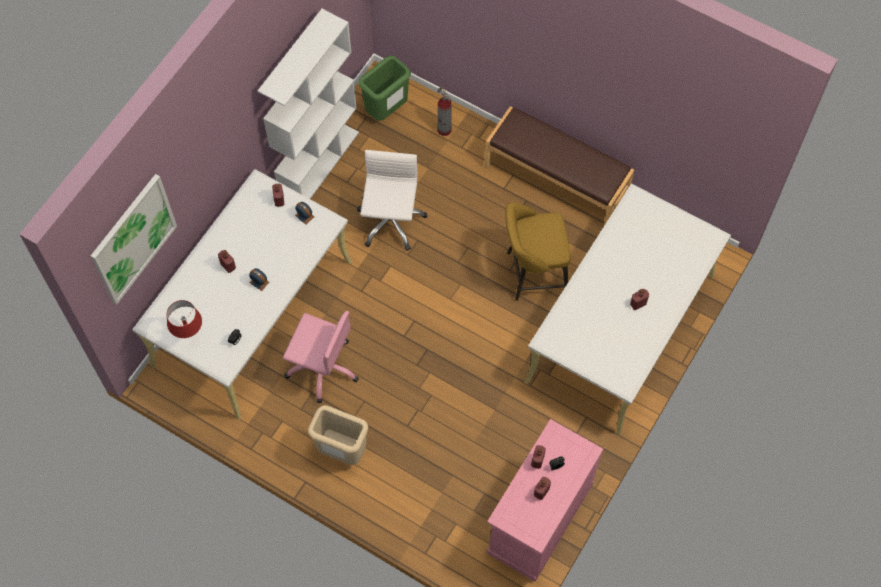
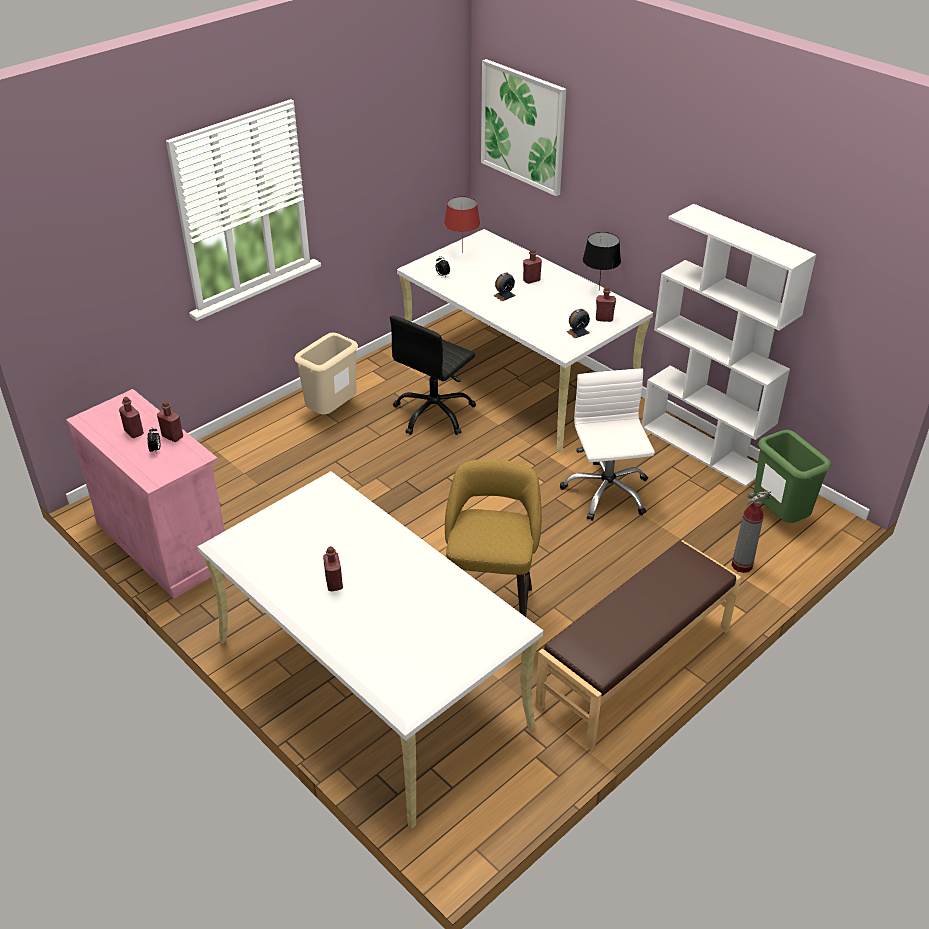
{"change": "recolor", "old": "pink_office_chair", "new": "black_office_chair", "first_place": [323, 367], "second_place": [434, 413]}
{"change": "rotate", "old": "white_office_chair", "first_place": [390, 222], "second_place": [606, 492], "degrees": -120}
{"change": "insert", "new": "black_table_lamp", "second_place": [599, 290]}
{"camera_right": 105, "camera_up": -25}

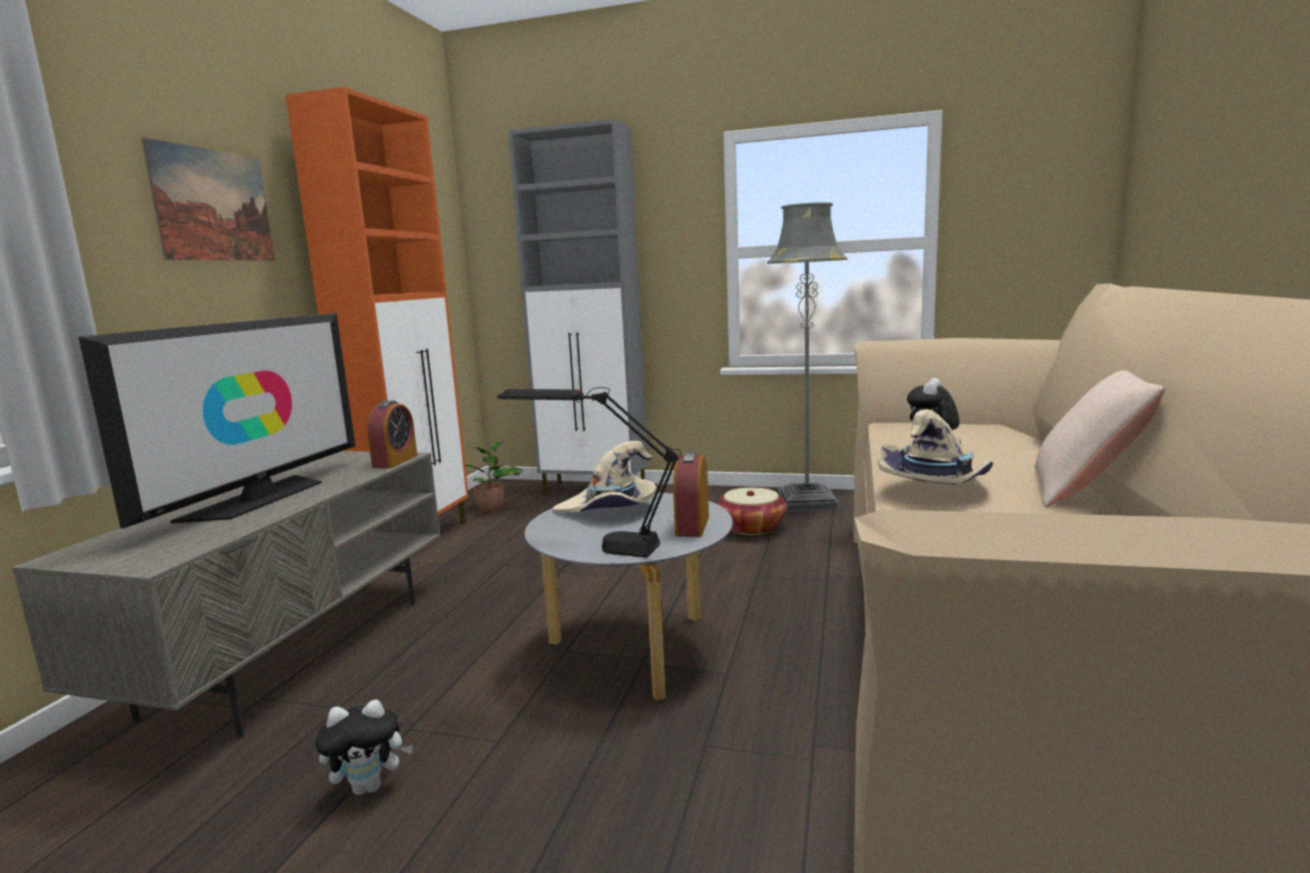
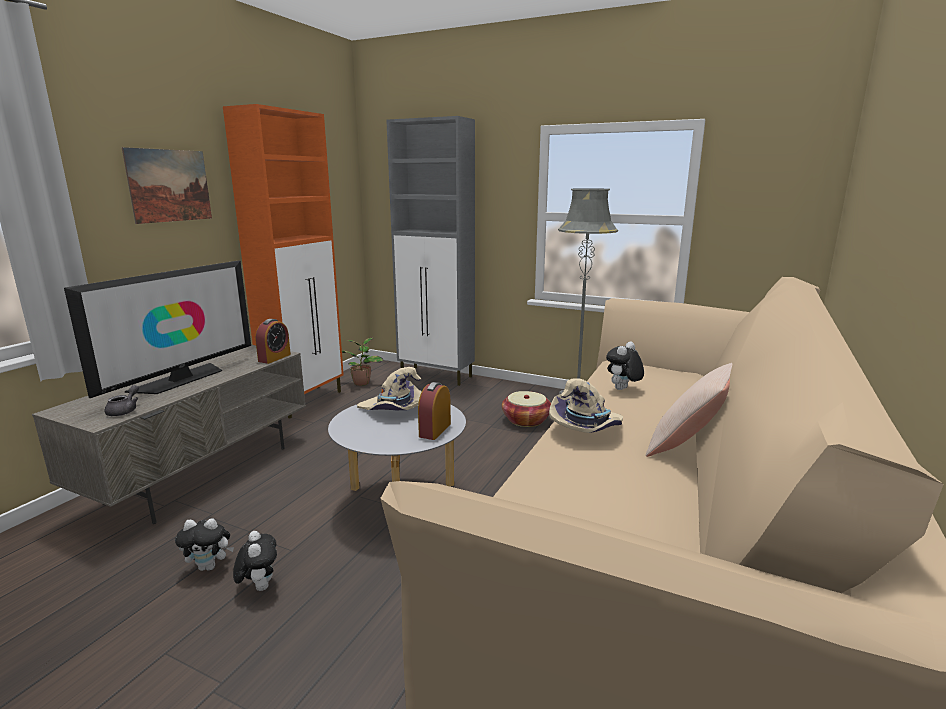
{"change": "delete", "old": "black_table_lamp", "first_place": [595, 545]}
{"change": "insert", "new": "grey_teapot", "second_place": [125, 411]}
{"change": "insert", "new": "plush_toy", "second_place": [259, 586]}
{"camera_right": 10, "camera_up": 5}

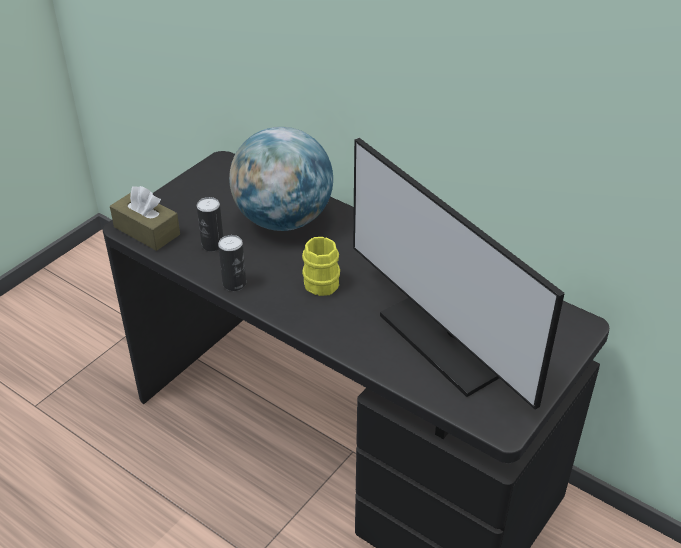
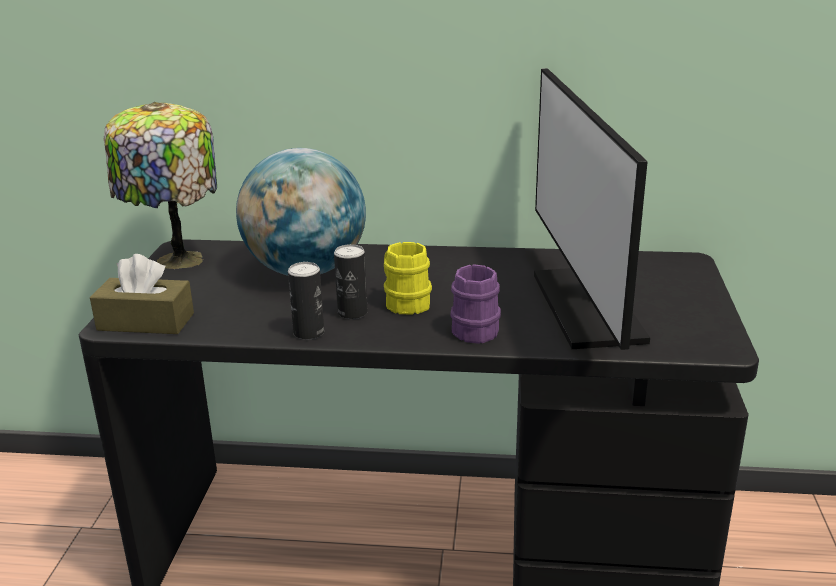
{"change": "move", "old": "can", "first_place": [212, 244], "second_place": [352, 312]}
{"change": "rotate", "old": "monitor", "first_place": [445, 341], "second_place": [587, 307], "degrees": 60}
{"change": "insert", "new": "table_lamp", "second_place": [176, 261]}
{"change": "insert", "new": "purple_mug", "second_place": [476, 328]}
{"camera_right": -30, "camera_up": -15}

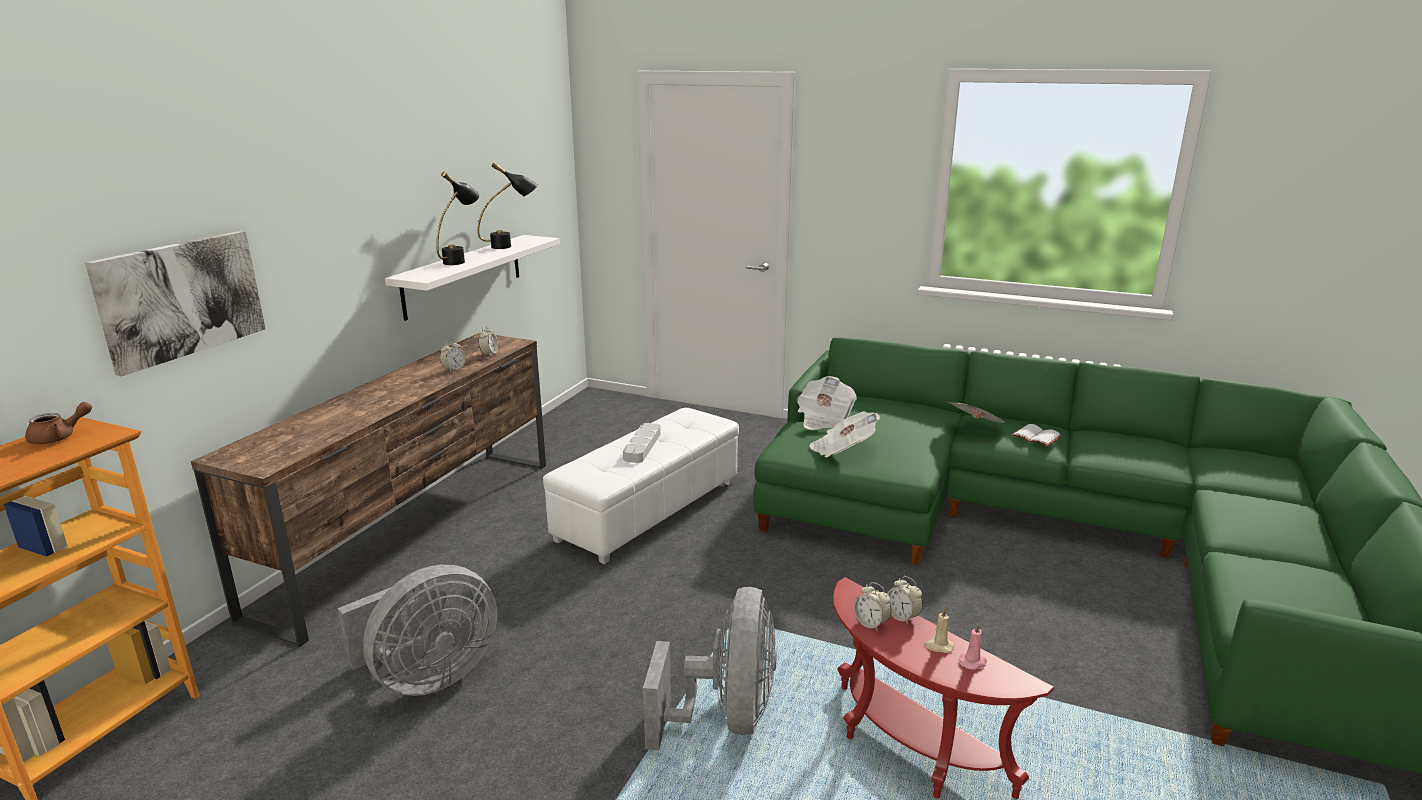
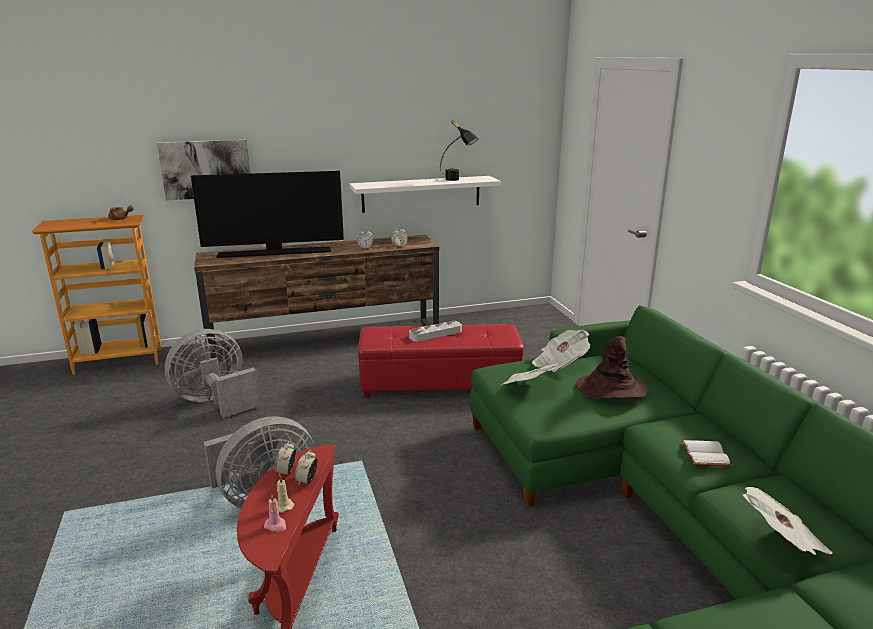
{"change": "rotate", "old": "grey_fan", "first_place": [428, 677], "second_place": [215, 402], "degrees": 135}
{"change": "delete", "old": "black_table_lamp", "first_place": [460, 260]}
{"change": "recolor", "old": "white_ottoman", "new": "red_ottoman", "first_place": [648, 509], "second_place": [440, 383]}
{"change": "move", "old": "newspaper", "first_place": [976, 428], "second_place": [782, 540]}
{"change": "insert", "new": "television", "second_place": [275, 253]}
{"change": "insert", "new": "brown_hat", "second_place": [611, 388]}
{"camera_right": 50, "camera_up": 0}

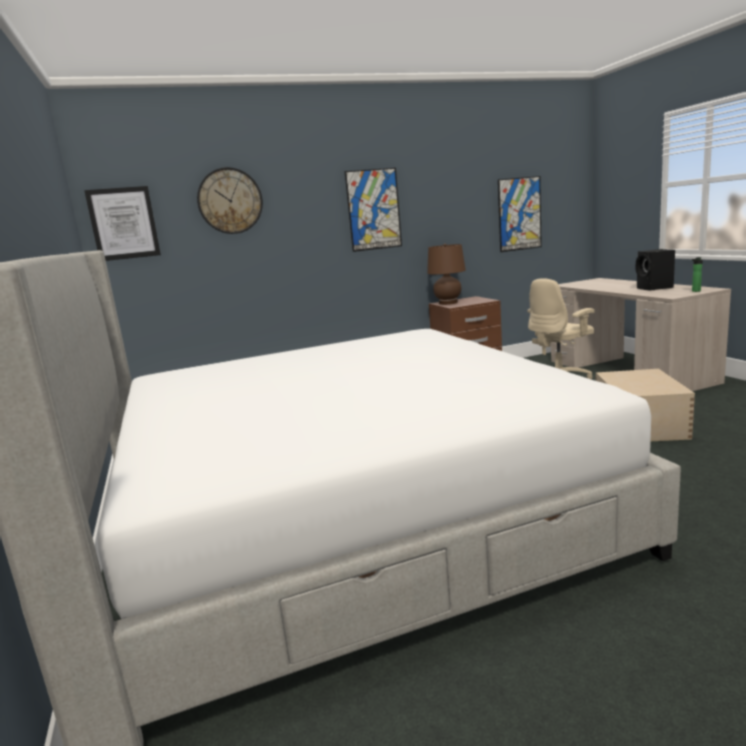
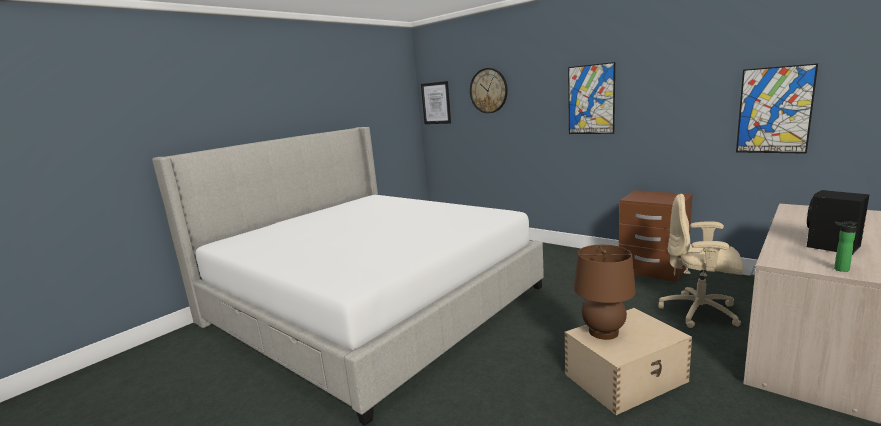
{"change": "move", "old": "brown_table_lamp", "first_place": [448, 303], "second_place": [603, 332]}
{"camera_right": 60, "camera_up": 0}

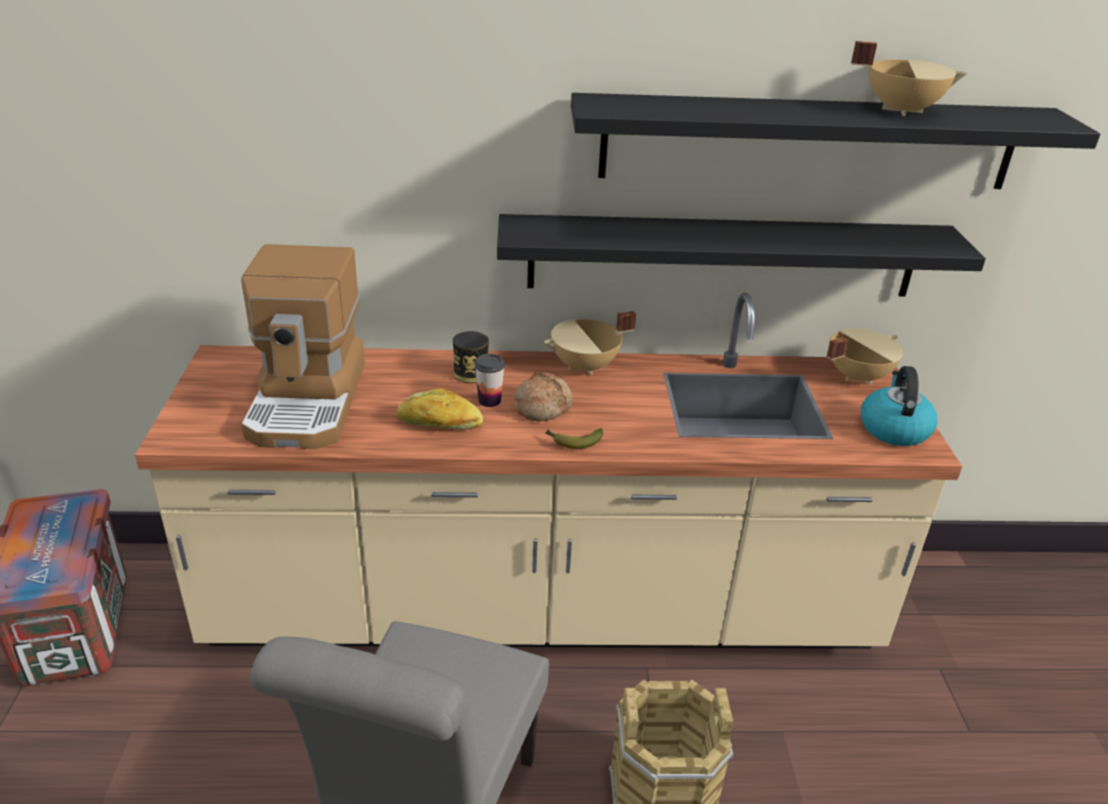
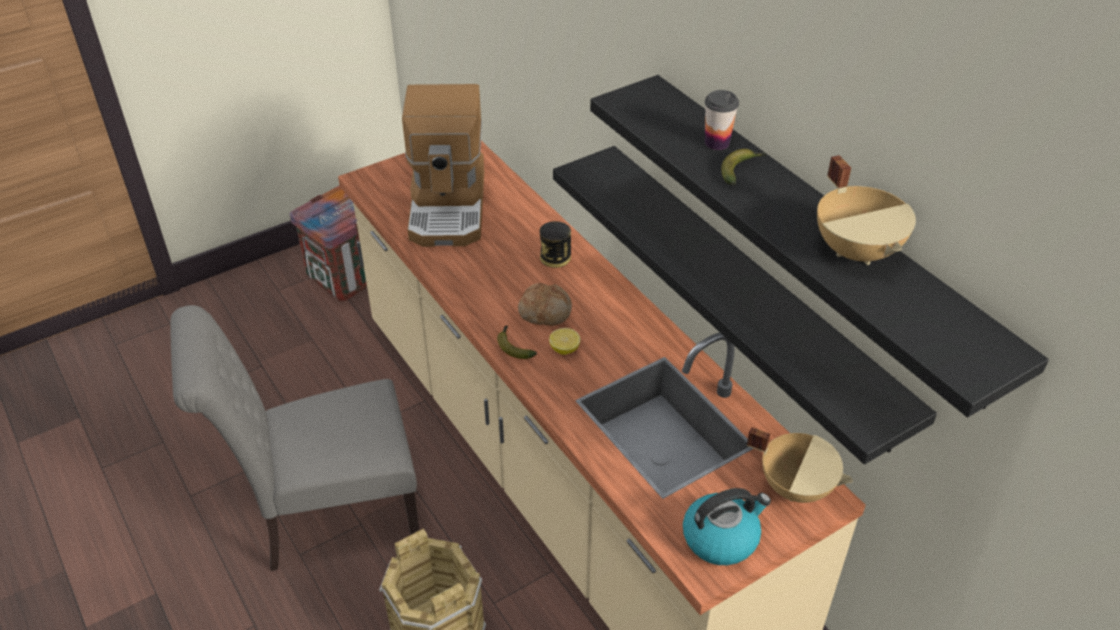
{"change": "rotate", "old": "coffee_machine", "first_place": [309, 401], "second_place": [449, 206], "degrees": -60}
{"change": "delete", "old": "bread", "first_place": [439, 424]}
{"change": "move", "old": "cup", "first_place": [489, 400], "second_place": [717, 142]}
{"change": "delete", "old": "beige_cooking_pot", "first_place": [585, 367]}
{"change": "insert", "new": "lemon", "second_place": [564, 349]}
{"change": "insert", "new": "banana", "second_place": [741, 170]}
{"camera_right": 60, "camera_up": 10}

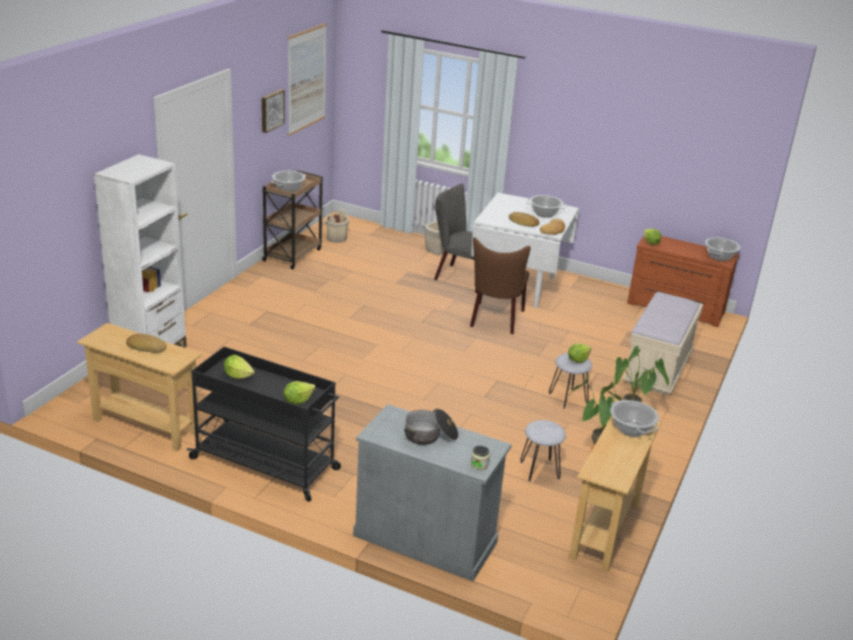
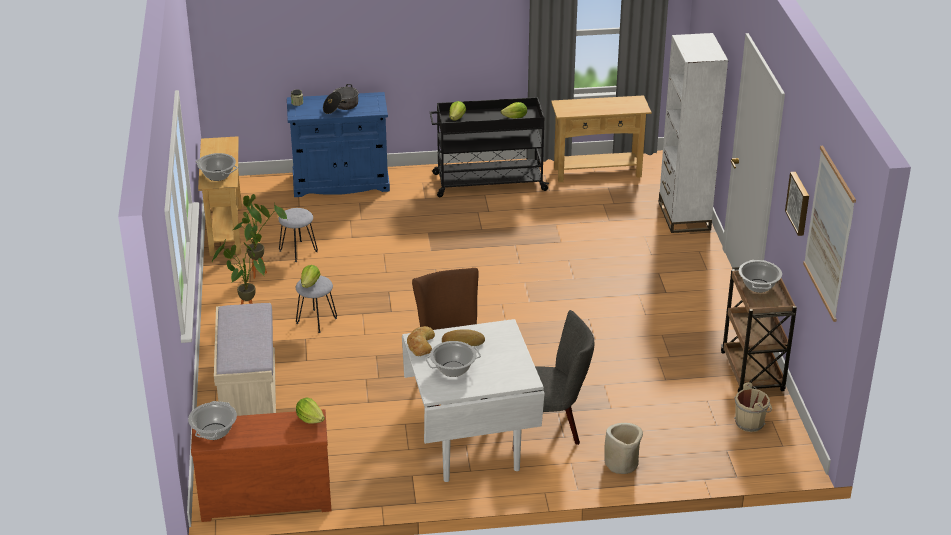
{"change": "delete", "old": "bread", "first_place": [147, 346]}
{"change": "recolor", "old": "grey_cabinet", "new": "blue_cabinet", "first_place": [425, 538], "second_place": [341, 183]}
{"camera_right": 150, "camera_up": 5}

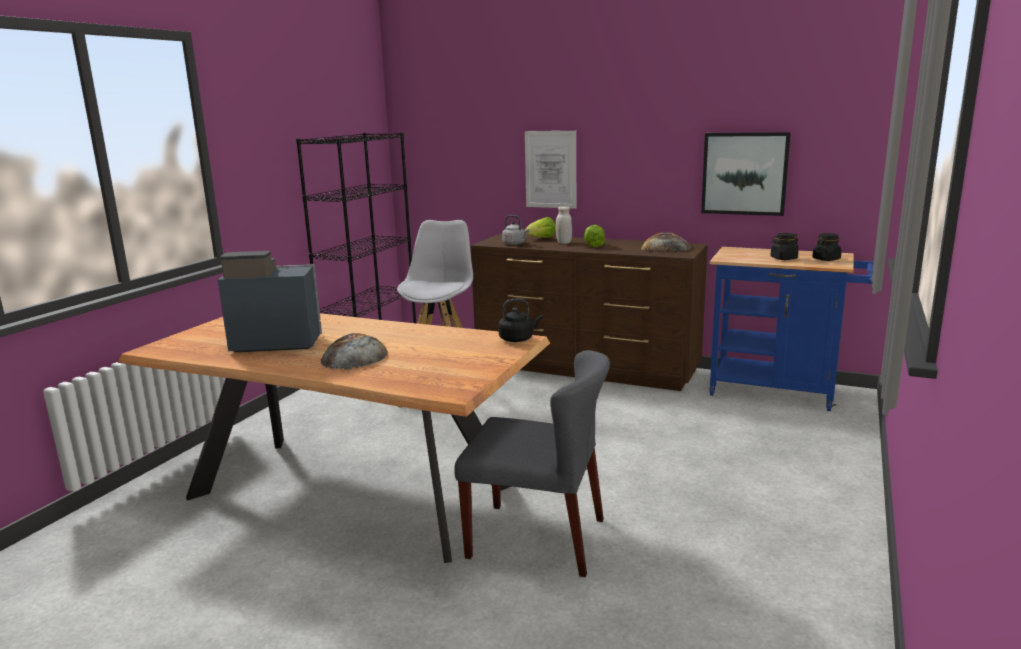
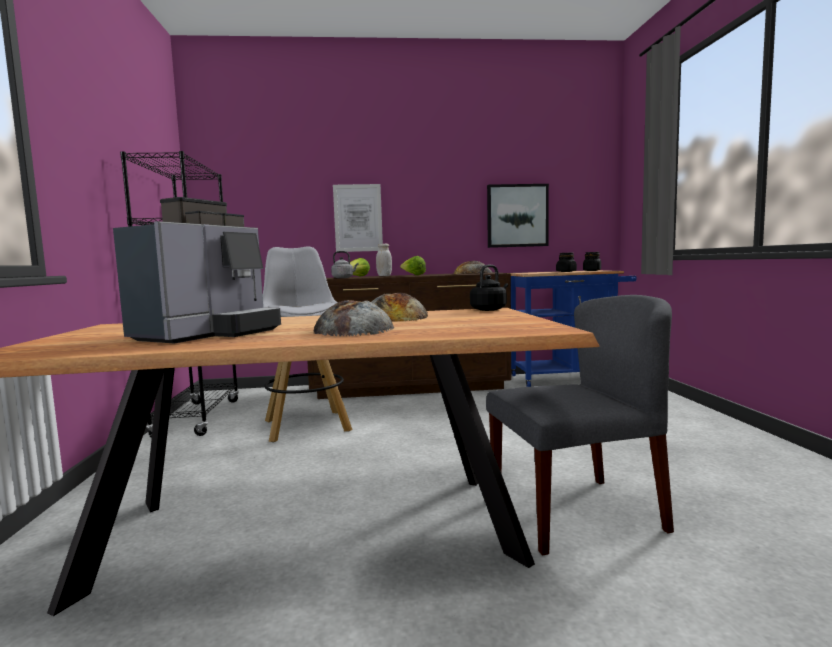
{"change": "rotate", "old": "coffee_machine", "first_place": [273, 343], "second_place": [209, 334], "degrees": 150}
{"change": "insert", "new": "bread", "second_place": [395, 317]}
{"camera_right": -30, "camera_up": -10}

